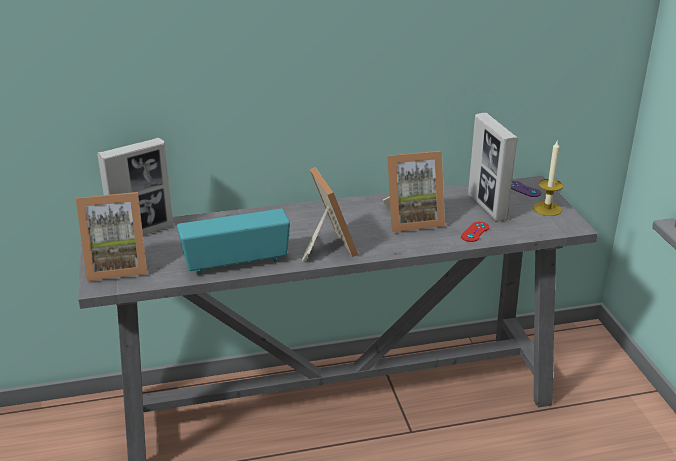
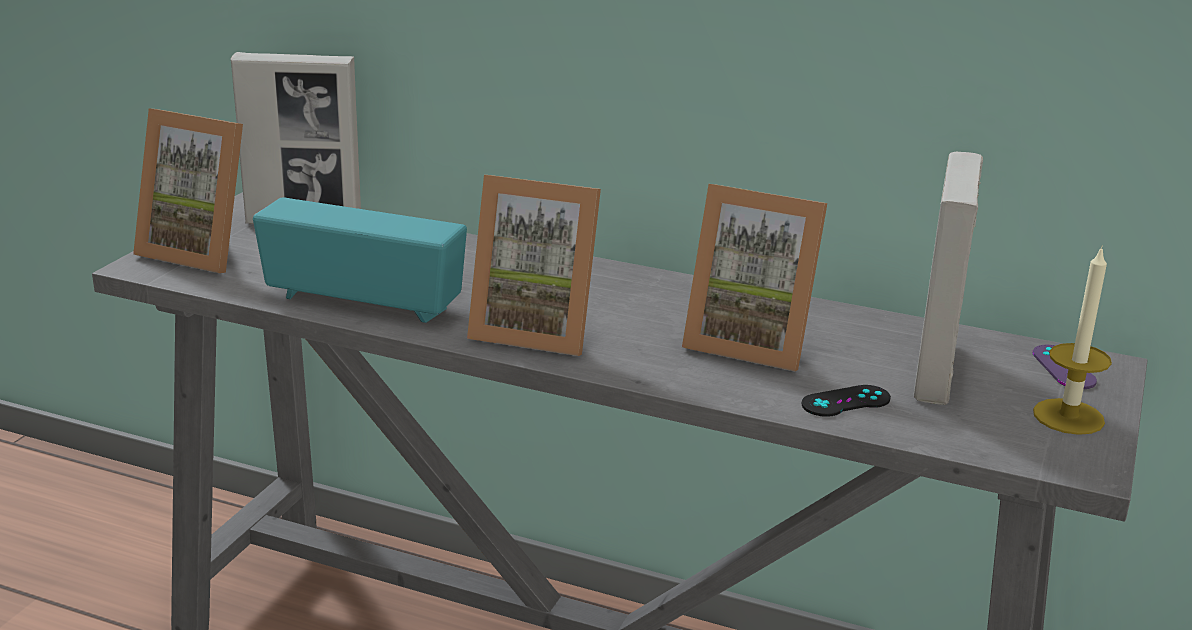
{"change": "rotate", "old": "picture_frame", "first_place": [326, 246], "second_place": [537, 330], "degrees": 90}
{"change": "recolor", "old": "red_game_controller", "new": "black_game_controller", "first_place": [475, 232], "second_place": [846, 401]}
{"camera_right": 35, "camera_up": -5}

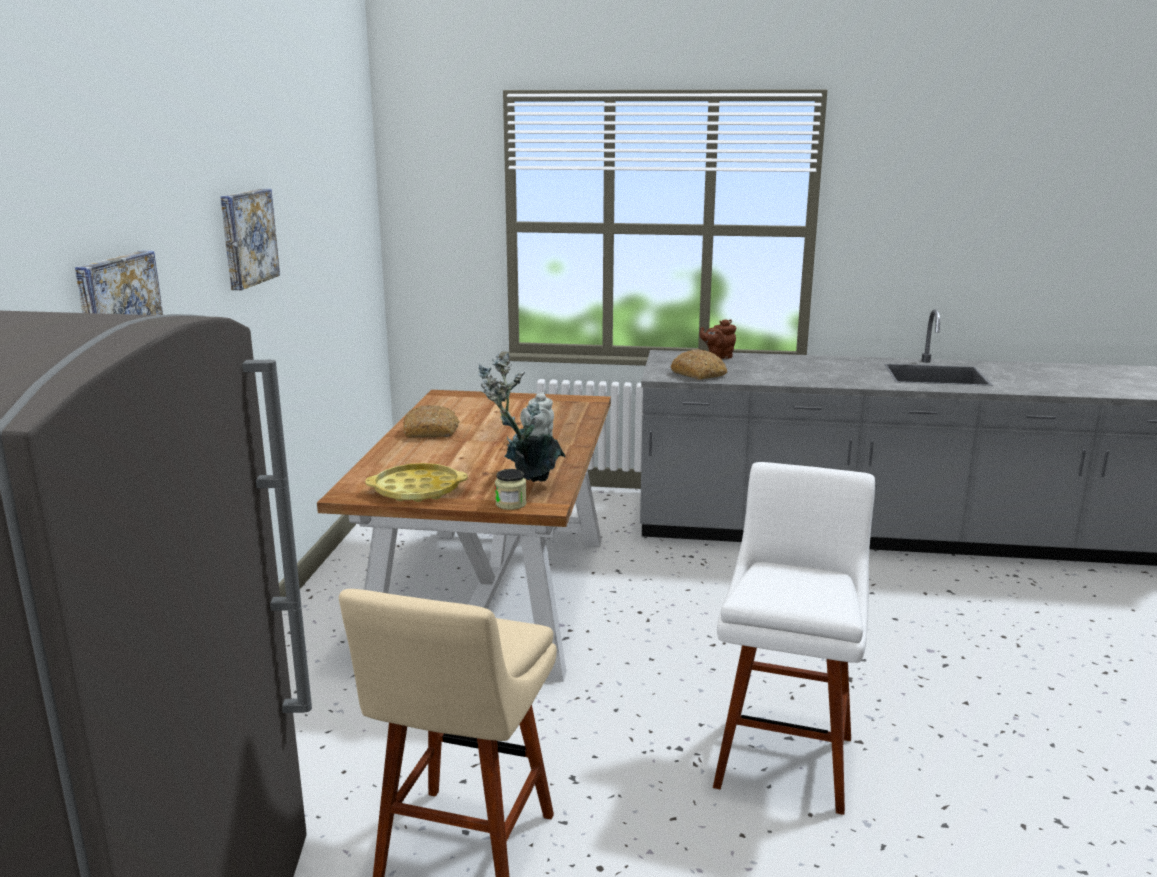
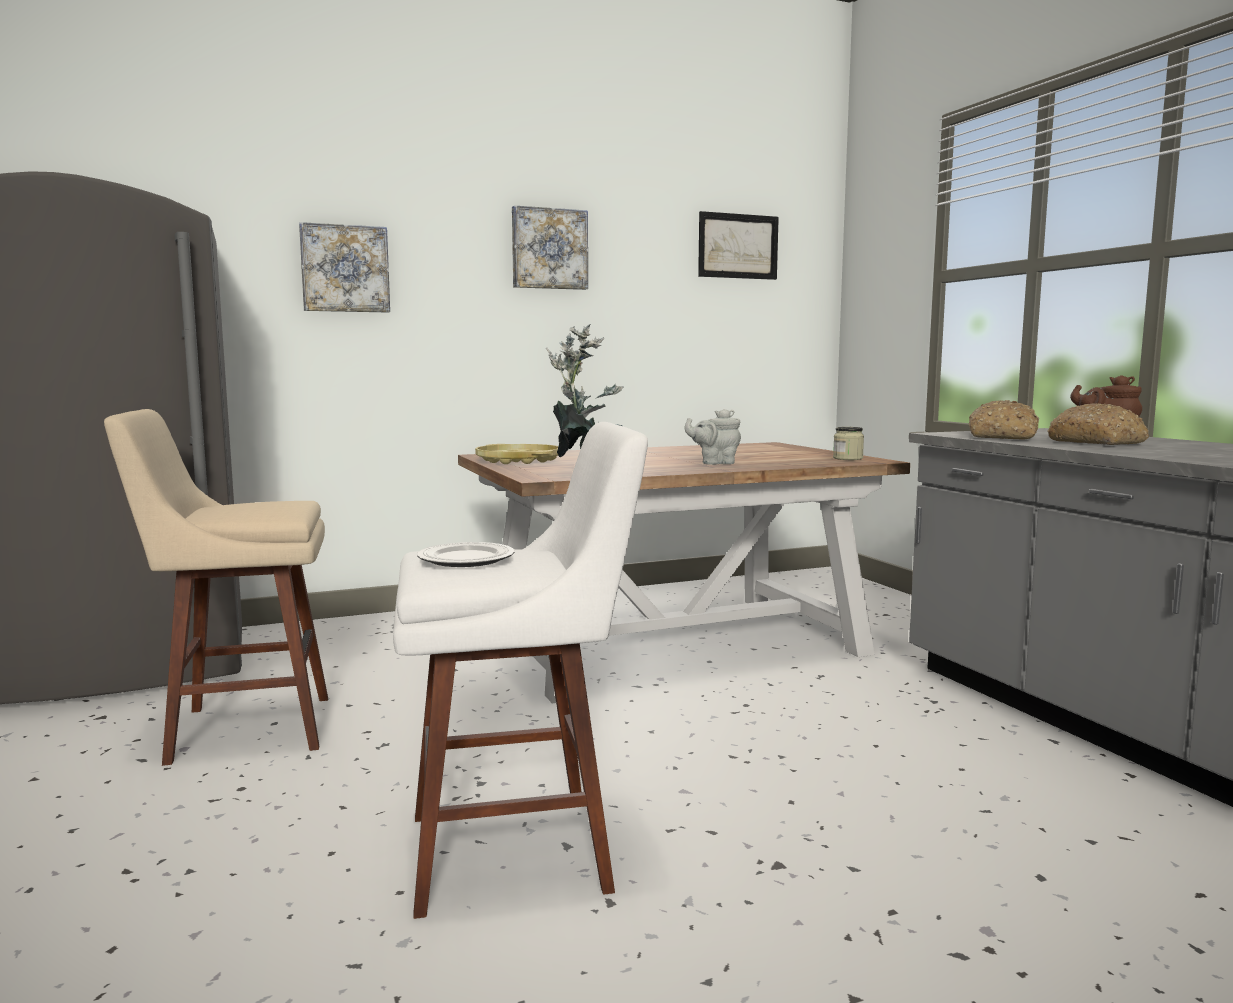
{"change": "move", "old": "bread", "first_place": [431, 432], "second_place": [1097, 442]}
{"change": "move", "old": "jar", "first_place": [511, 504], "second_place": [848, 458]}
{"change": "insert", "new": "plate", "second_place": [467, 559]}
{"change": "insert", "new": "picture", "second_place": [738, 246]}
{"camera_right": 60, "camera_up": -10}

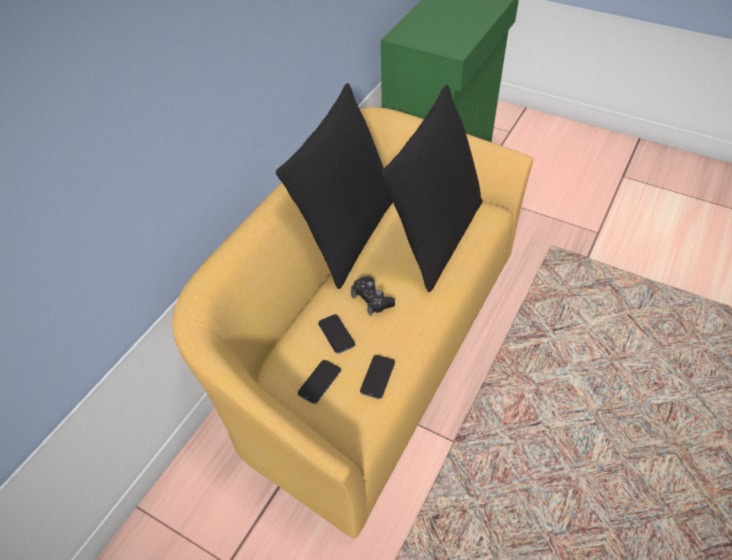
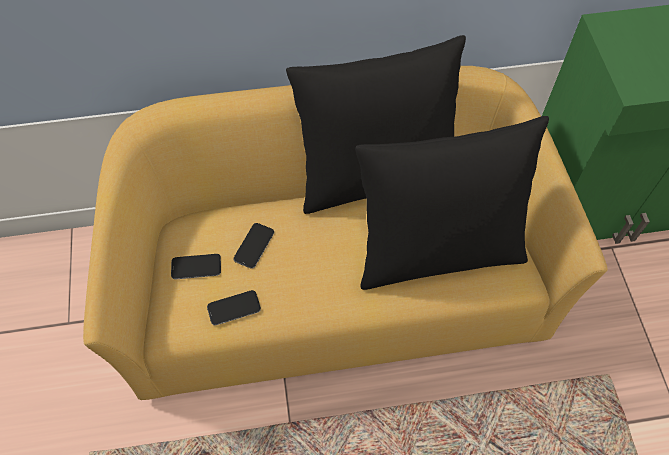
{"change": "delete", "old": "black_game_controller", "first_place": [372, 299]}
{"camera_right": 50, "camera_up": 10}

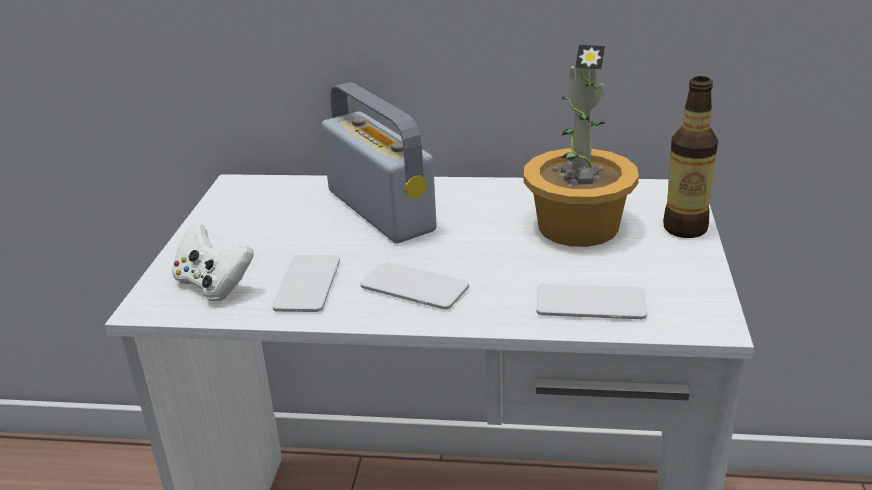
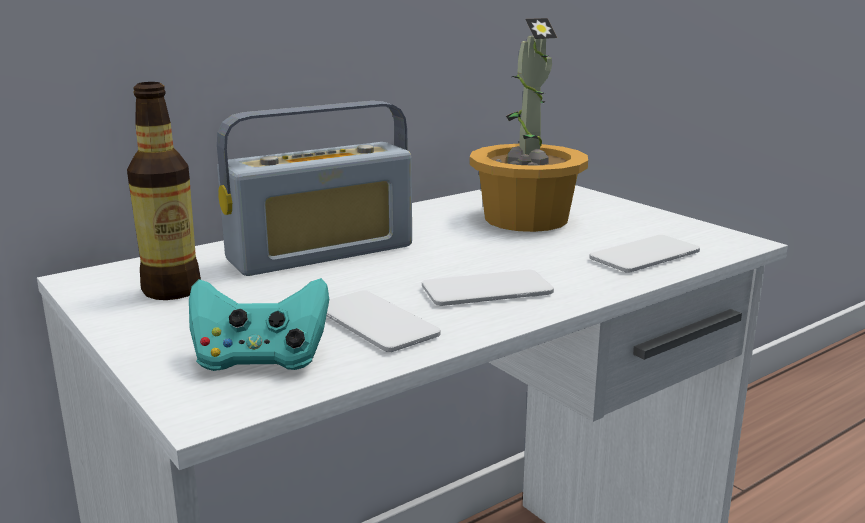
{"change": "recolor", "old": "white_game_controller", "new": "turquoise_game_controller", "first_place": [213, 285], "second_place": [260, 360]}
{"change": "rotate", "old": "radio", "first_place": [380, 210], "second_place": [321, 253], "degrees": 135}
{"change": "move", "old": "bottle", "first_place": [685, 228], "second_place": [172, 290]}
{"camera_right": -45, "camera_up": -10}

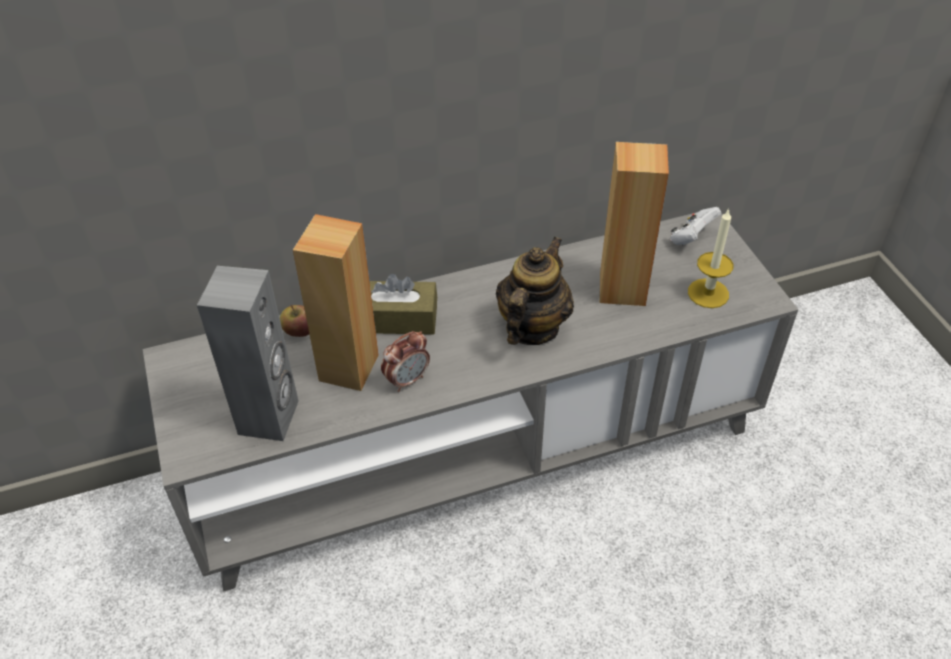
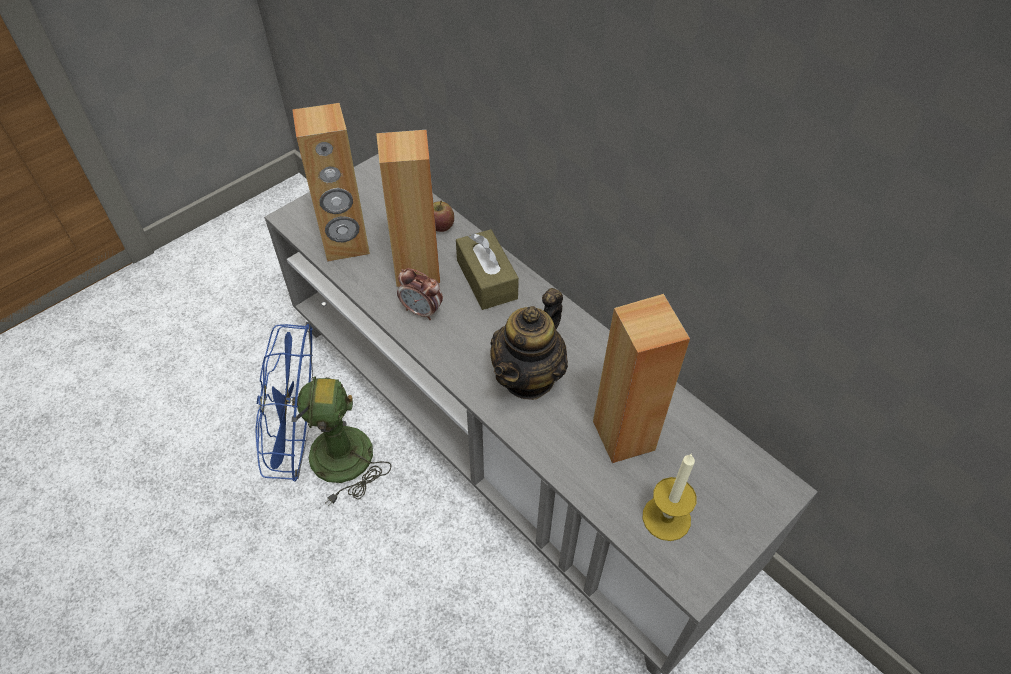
{"change": "recolor", "old": "grey_speaker", "new": "brown_speaker", "first_place": [269, 417], "second_place": [346, 244]}
{"change": "rotate", "old": "teapot", "first_place": [531, 327], "second_place": [529, 377], "degrees": 120}
{"change": "delete", "old": "white_game_controller", "first_place": [691, 238]}
{"change": "insert", "new": "blue_fan", "second_place": [324, 458]}
{"camera_right": 65, "camera_up": 5}

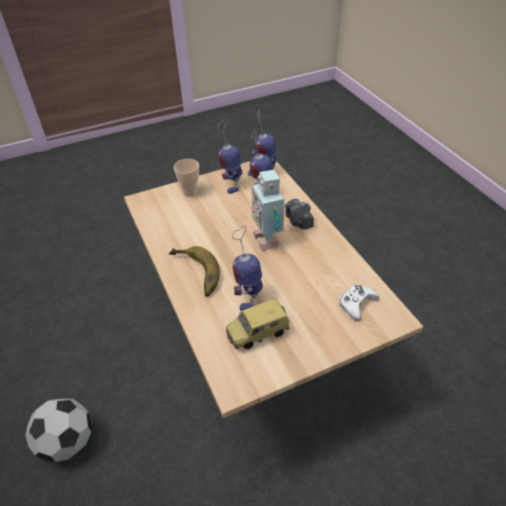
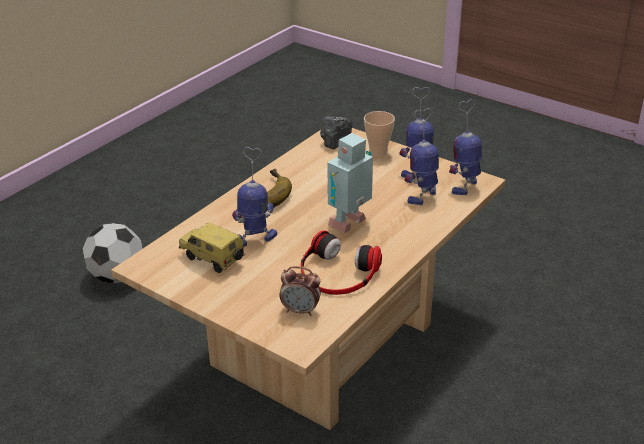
{"change": "move", "old": "photo_camera", "first_place": [298, 222], "second_place": [335, 141]}
{"change": "replace", "old": "white_game_controller", "new": "alarm_clock", "first_place": [356, 304], "second_place": [300, 310]}
{"change": "insert", "new": "headphones", "second_place": [337, 273]}
{"camera_right": 60, "camera_up": -10}

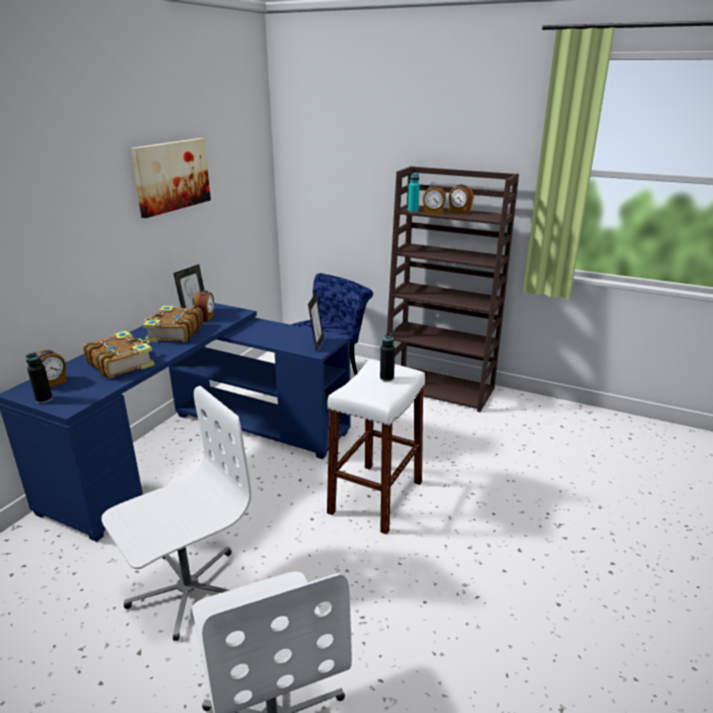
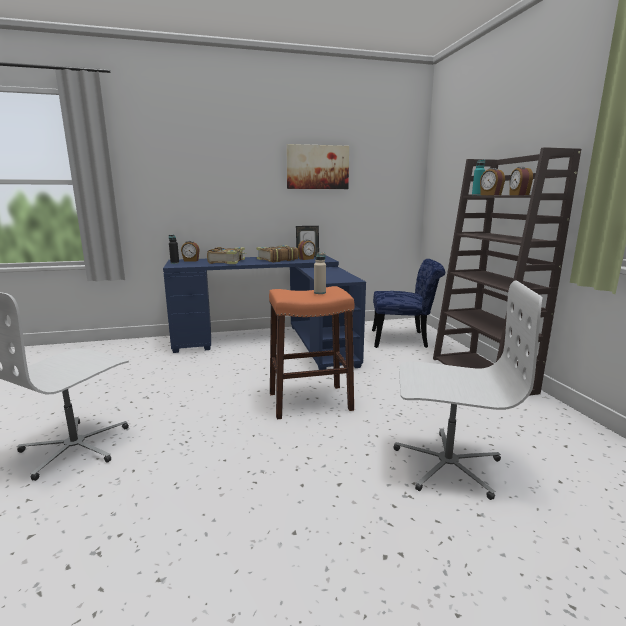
{"change": "move", "old": "white_office_chair", "first_place": [187, 590], "second_place": [447, 464]}
{"change": "delete", "old": "picture_frame", "first_place": [317, 344]}
{"change": "recolor", "old": "white_stool", "new": "orange_stool", "first_place": [375, 497], "second_place": [309, 401]}
{"change": "recolor", "old": "black_bottle", "new": "beige_bottle", "first_place": [387, 378], "second_place": [319, 293]}
{"camera_right": 50, "camera_up": -10}

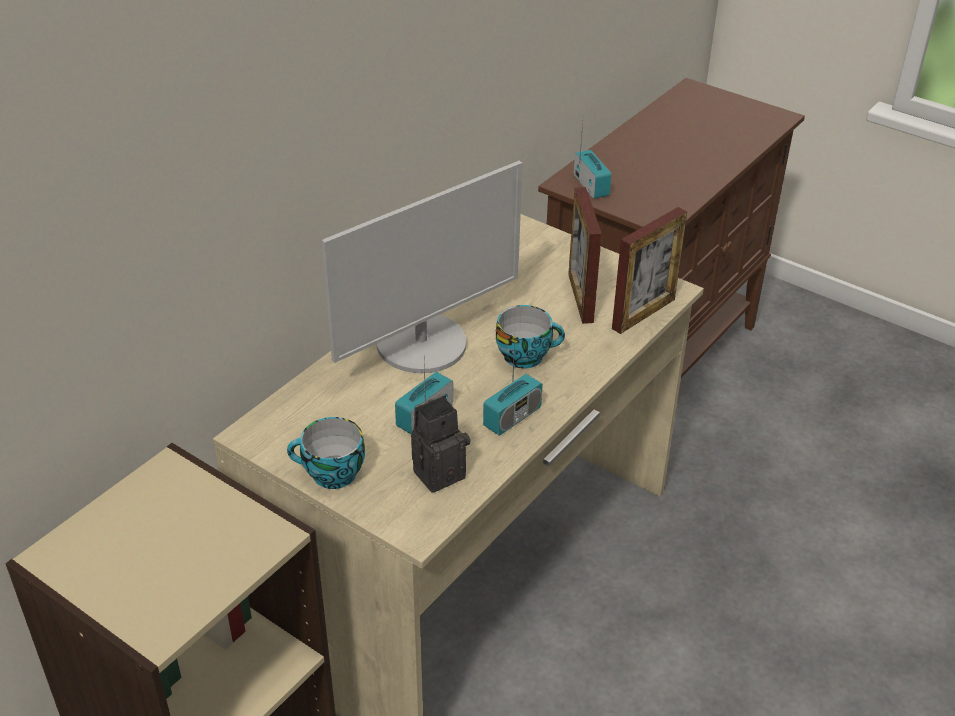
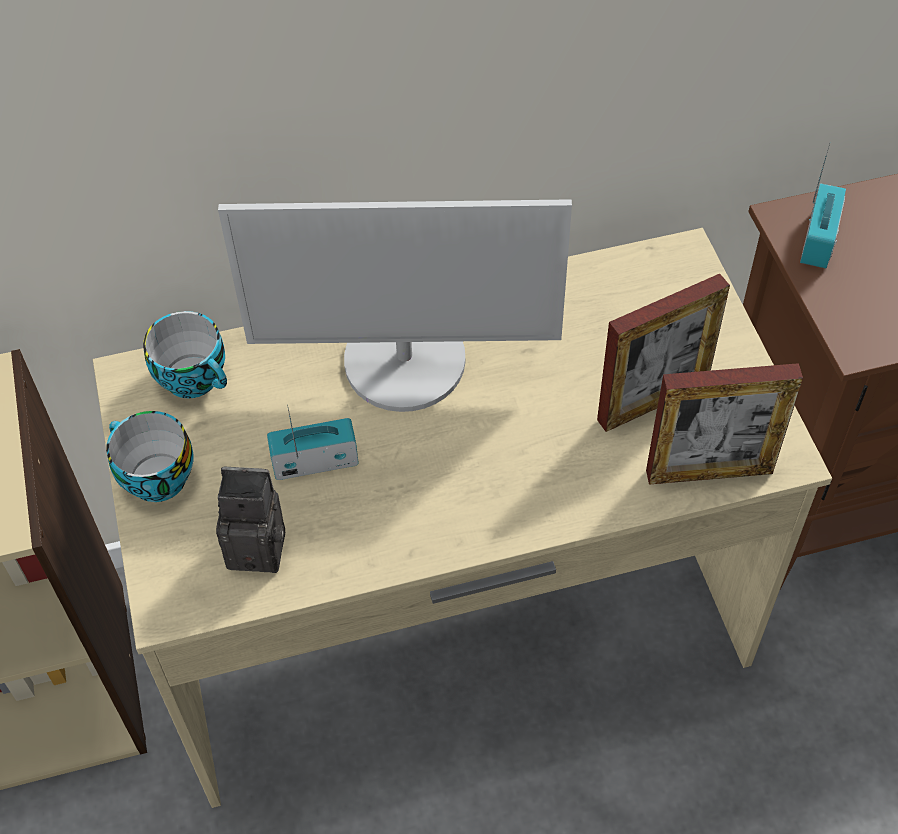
{"change": "delete", "old": "radio", "first_place": [512, 417]}
{"change": "move", "old": "cup", "first_place": [526, 355], "second_place": [196, 378]}
{"change": "rotate", "old": "picture_frame", "first_place": [580, 298], "second_place": [652, 402], "degrees": -150}
{"camera_right": 40, "camera_up": 15}

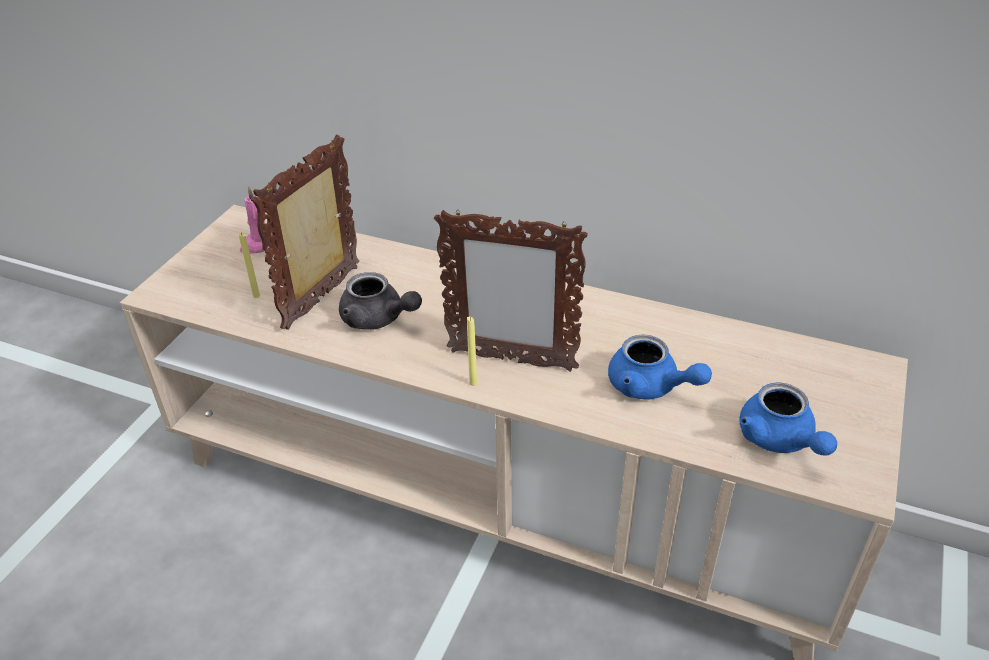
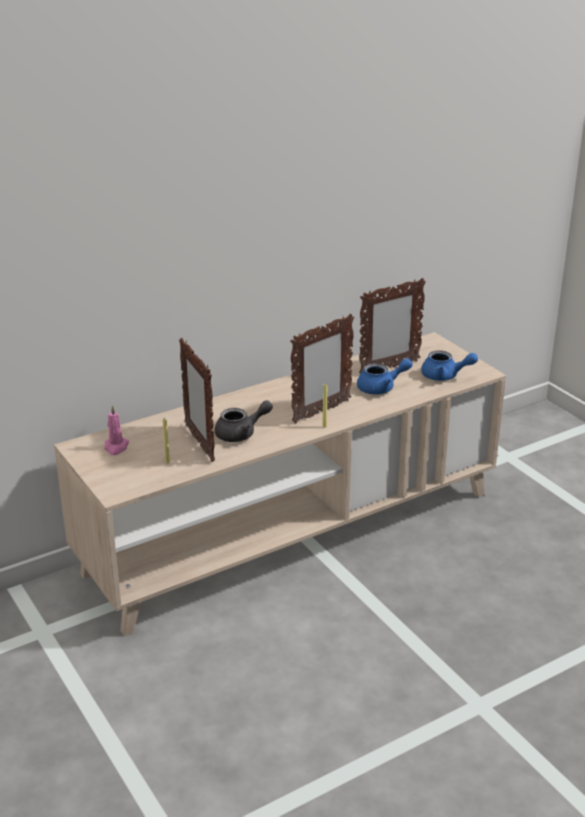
{"change": "insert", "new": "picture_frame", "second_place": [389, 368]}
{"camera_right": -55, "camera_up": -10}

